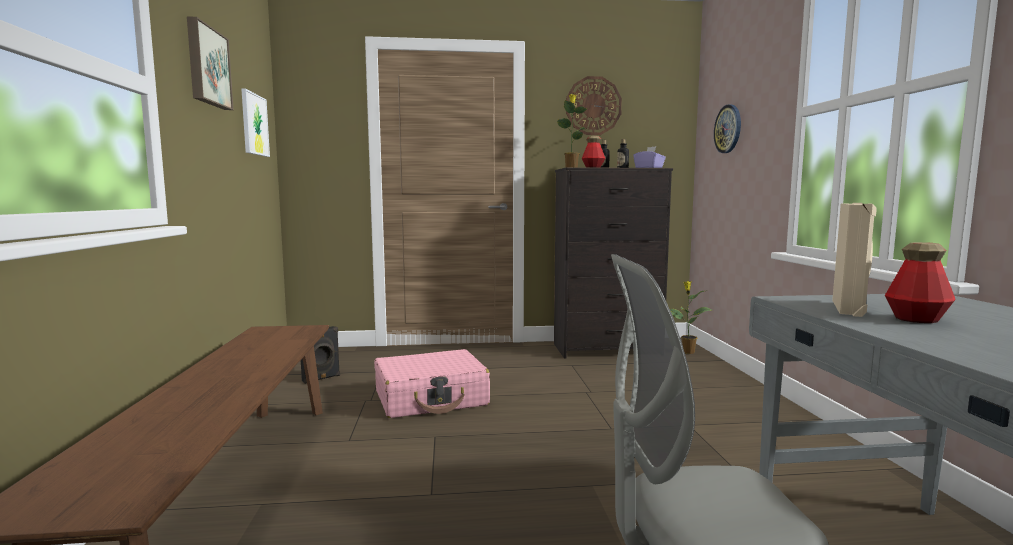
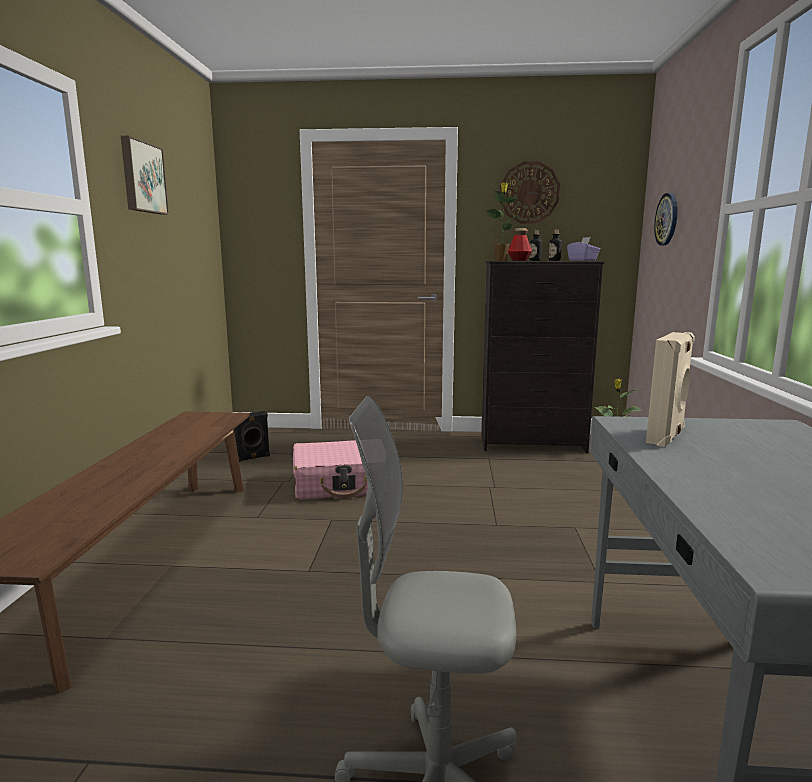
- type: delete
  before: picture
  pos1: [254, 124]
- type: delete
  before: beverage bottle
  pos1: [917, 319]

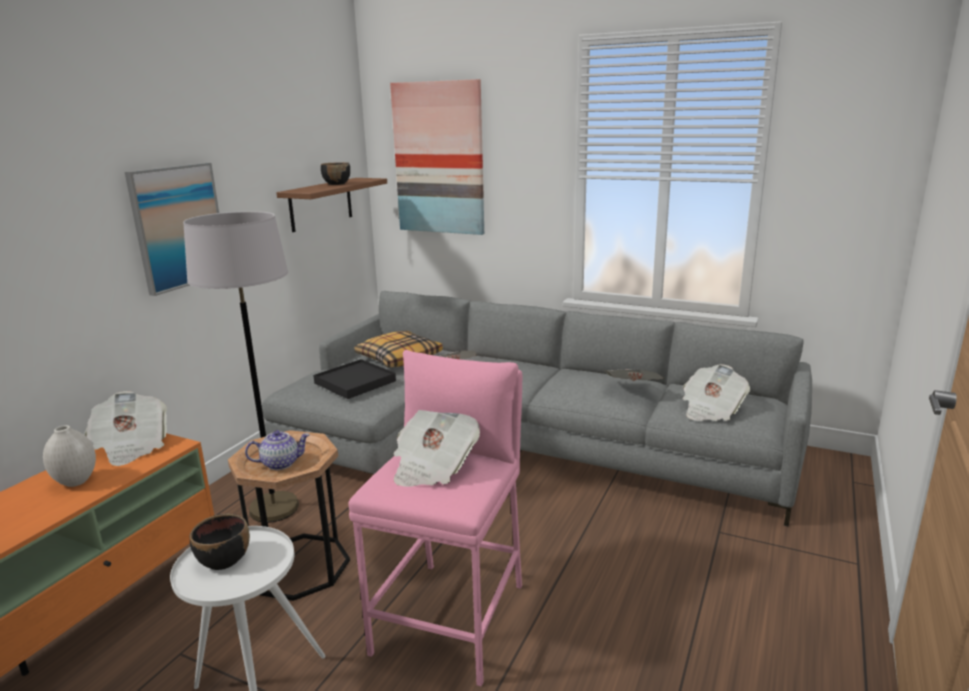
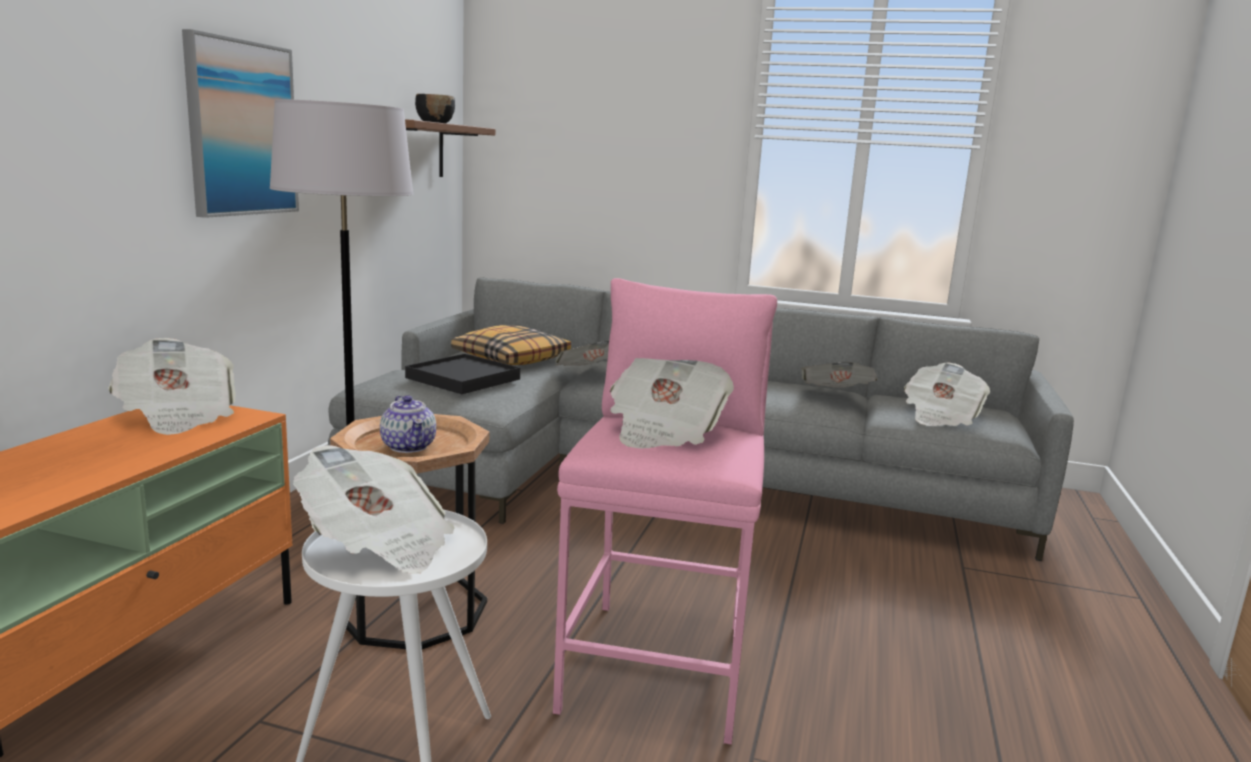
- type: delete
  before: decorative vase (whitish)
  pos1: [76, 482]
- type: delete
  before: picture
  pos1: [439, 158]
- type: replace
  before: deep dish (black-coloured)
  after: daily paper
  pos1: [224, 560]
  pos2: [378, 545]
- type: rotate
  before: teapot
  pos1: [281, 463]
  pos2: [409, 447]
  turn: 90

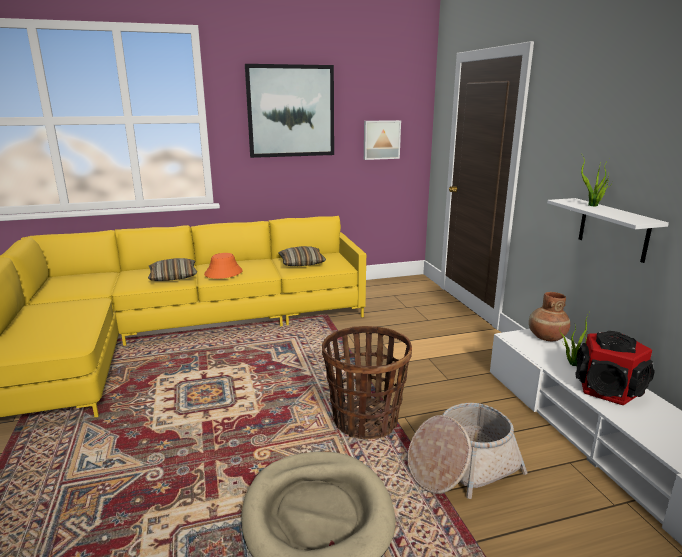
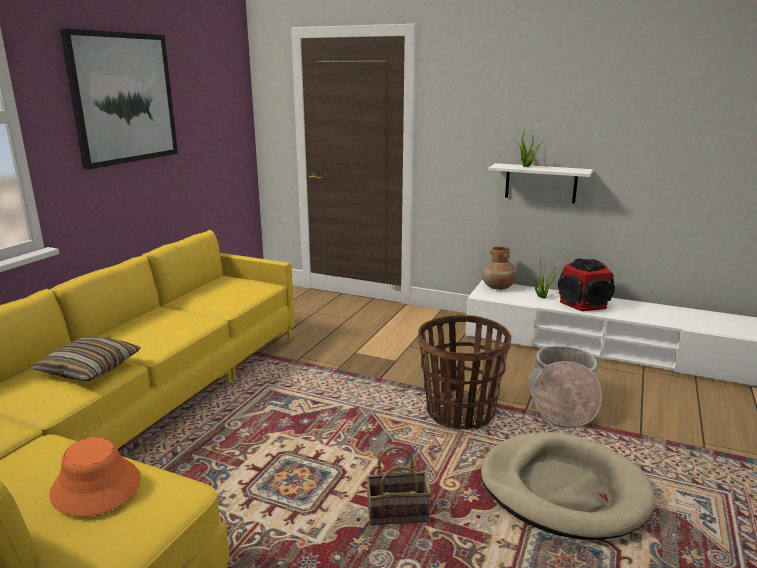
- type: delete
  before: cushion
  pos1: [301, 263]
- type: delete
  before: picture
  pos1: [381, 139]
- type: insert
  after: household basket
  pos2: [399, 512]
- type: move
  before: hat (orange-coloured)
  pos1: [223, 273]
  pos2: [95, 487]

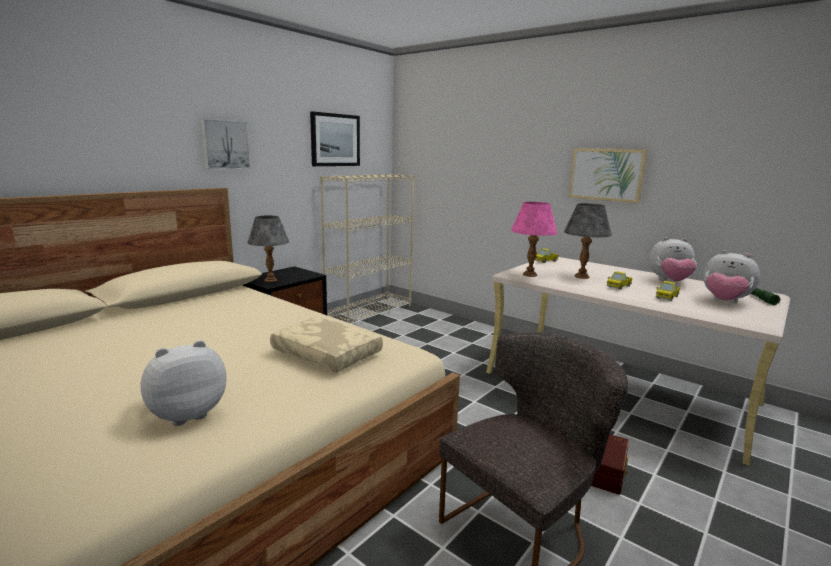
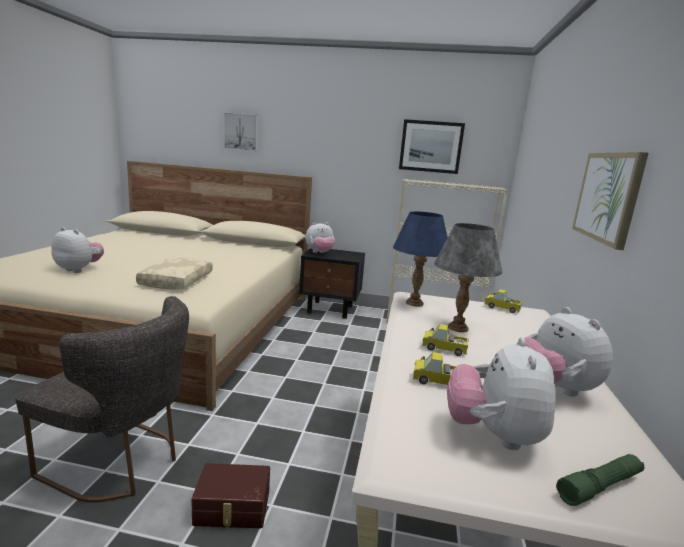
- type: move
  before: picture
  pos1: [225, 145]
  pos2: [241, 132]
- type: replace
  before: table lamp (grey)
  after: plush toy
  pos1: [270, 280]
  pos2: [319, 253]
- type: recolor
  before: table lamp (pinkish)
  after: table lamp (blue)
  pos1: [529, 274]
  pos2: [414, 303]

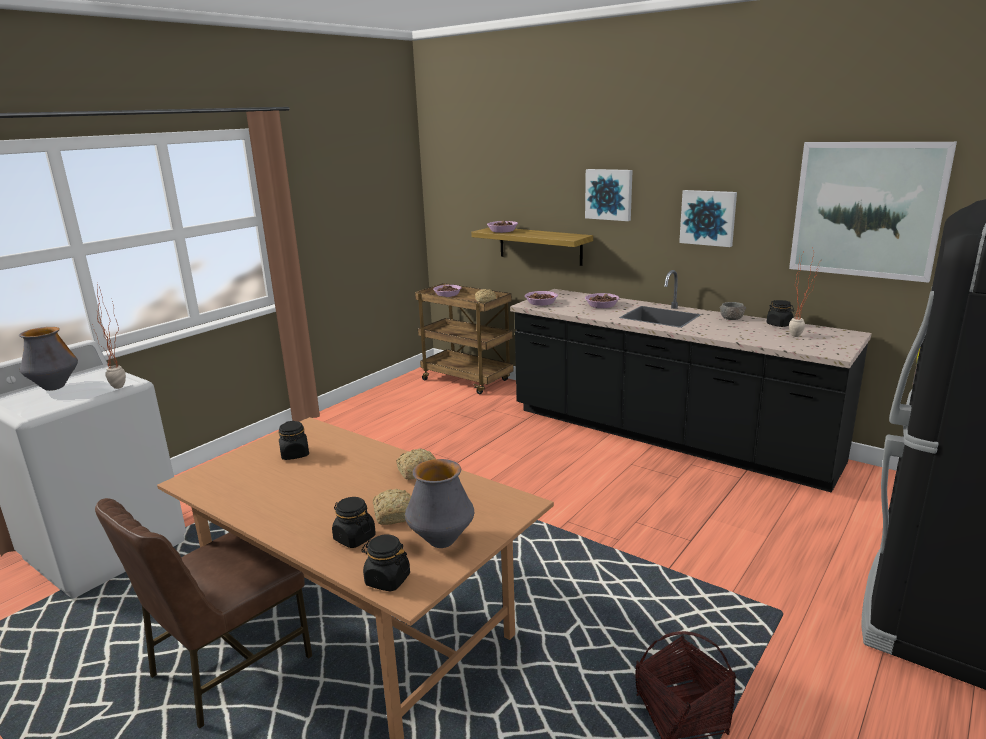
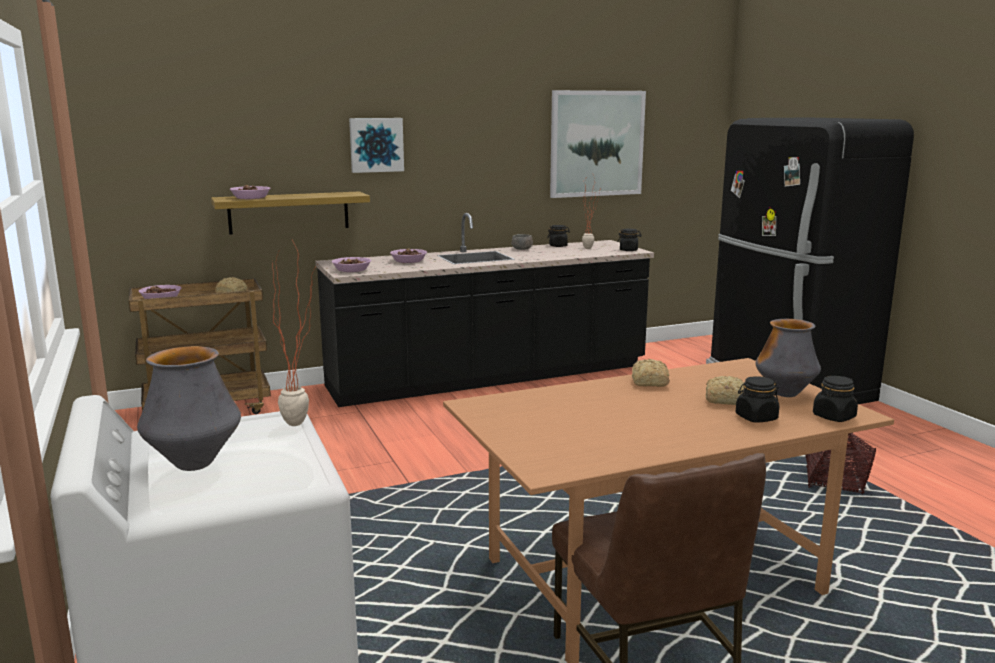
- type: delete
  before: picture
  pos1: [708, 217]
- type: move
  before: preserve jar (black-coloured)
  pos1: [295, 454]
  pos2: [629, 250]

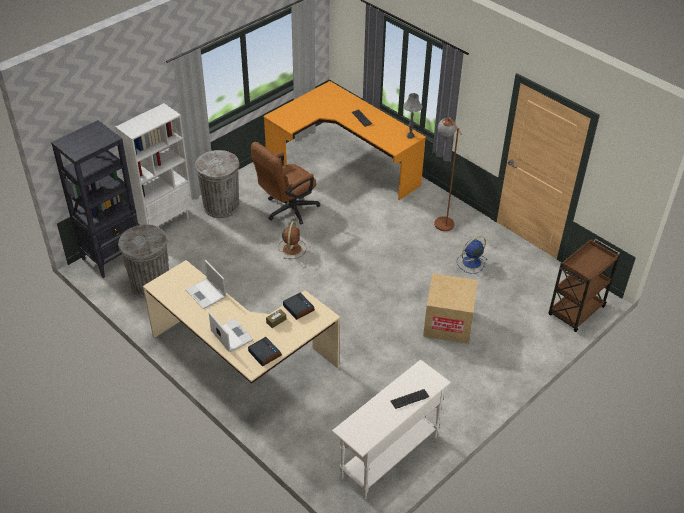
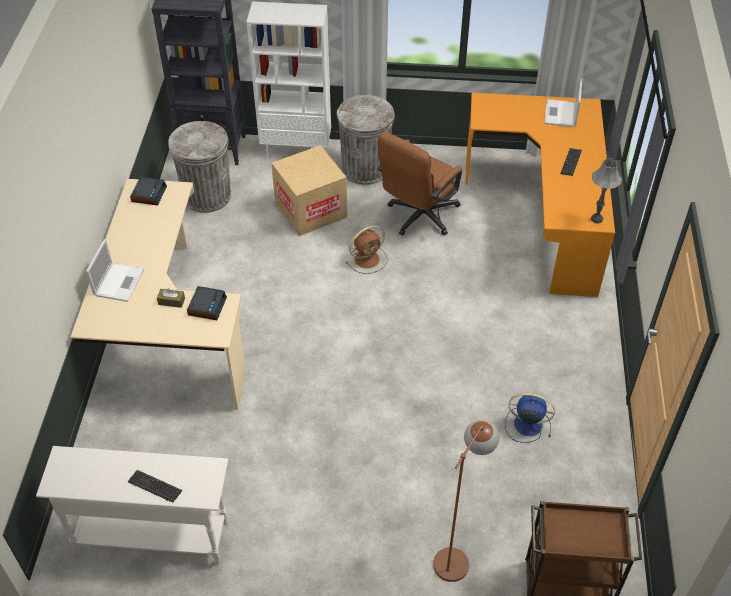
- type: move
  before: portable computer
  pos1: [206, 294]
  pos2: [561, 114]
- type: move
  before: table clock
  pos1: [264, 354]
  pos2: [149, 194]
- type: move
  before: packing box
  pos1: [448, 323]
  pos2: [310, 210]
- type: move
  before: standing lamp (brownish)
  pos1: [441, 220]
  pos2: [456, 554]
- type: rotate
  before: office chair (brownish)
  pos1: [287, 210]
  pos2: [418, 218]
  turn: -60

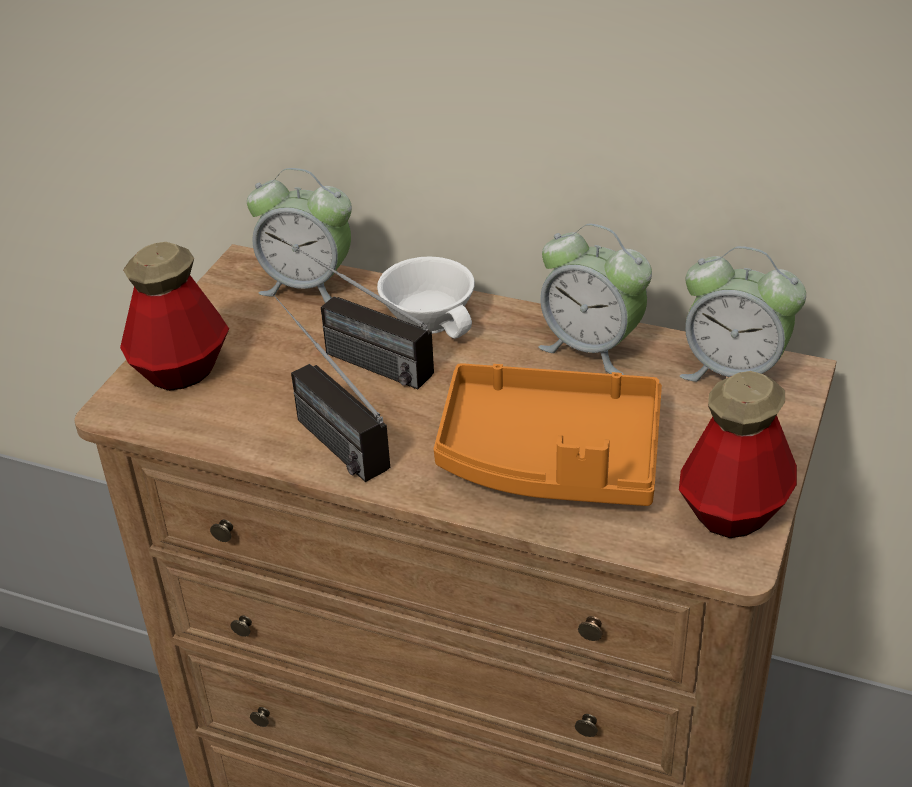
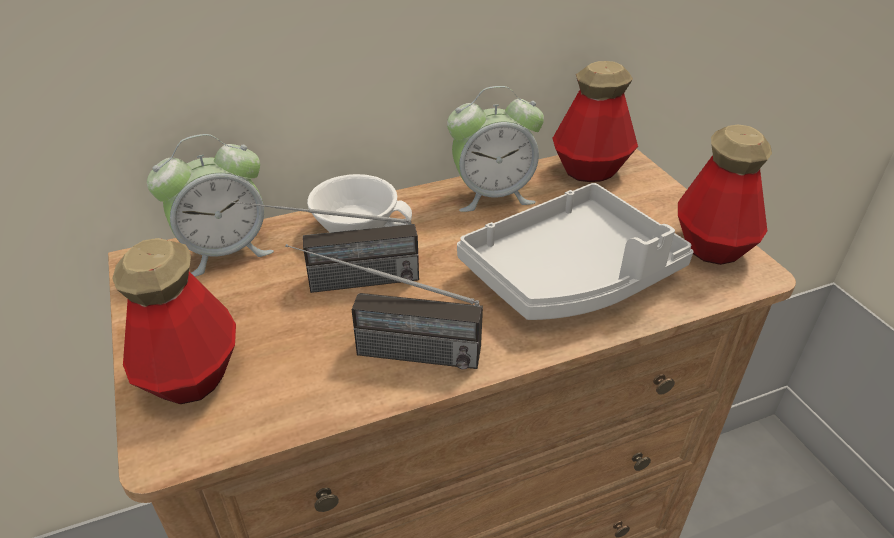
- type: replace
  before: table clock
  after: beverage bottle
  pos1: [734, 372]
  pos2: [590, 170]
- type: recolor
  before: serving tray (orange-coloured)
  after: serving tray (grey)
  pos1: [550, 458]
  pos2: [571, 275]

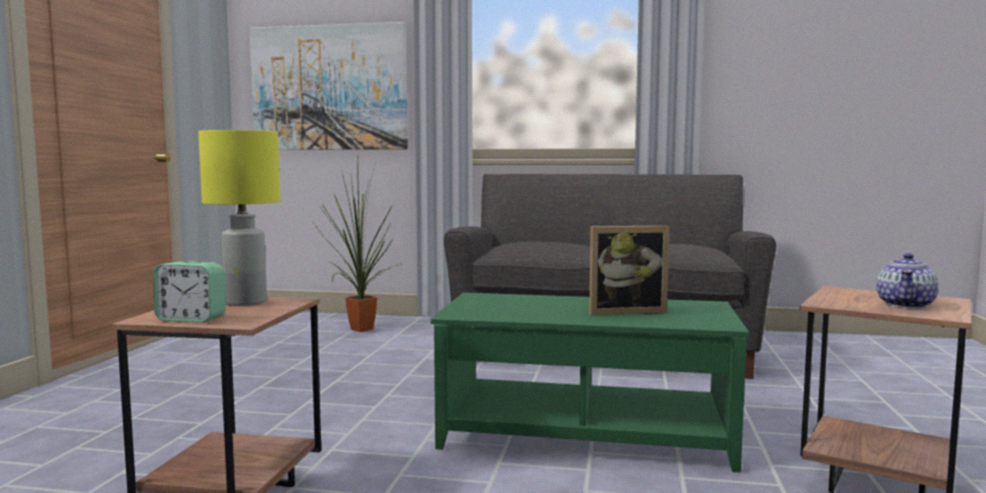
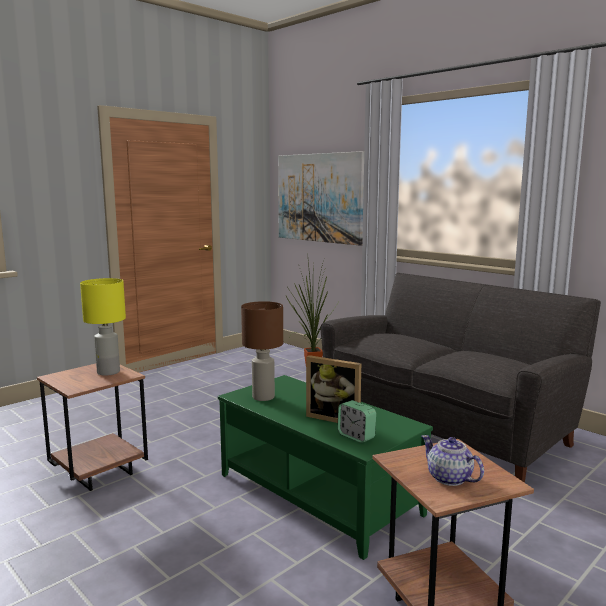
- type: insert
  after: table lamp (brownish)
  pos2: [263, 397]
- type: move
  before: table clock
  pos1: [191, 319]
  pos2: [356, 436]
- type: rotate
  before: teapot
  pos1: [906, 305]
  pos2: [449, 478]
  turn: 75

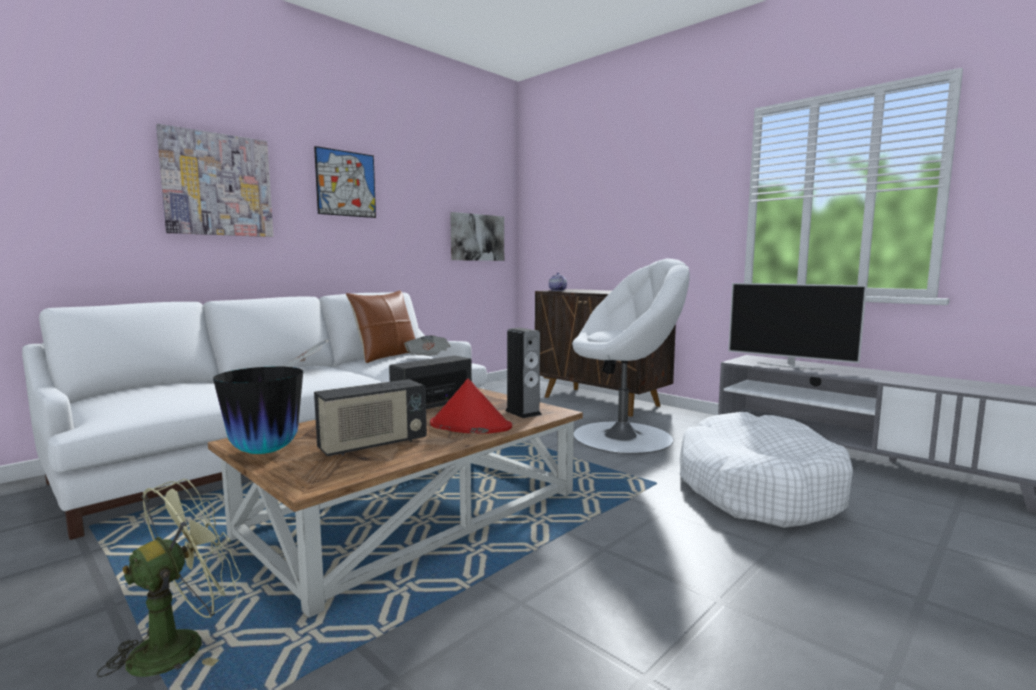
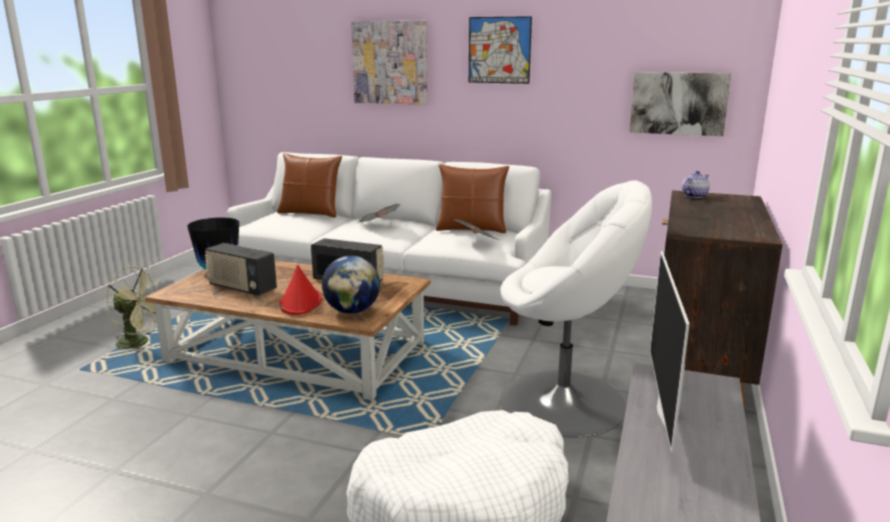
- type: insert
  after: cushion (brownish)
  pos2: [310, 213]
- type: replace
  before: speaker
  after: globe
  pos1: [523, 412]
  pos2: [352, 311]
- type: rotate
  before: lounge chair (whitish)
  pos1: [624, 436]
  pos2: [565, 402]
  turn: -45

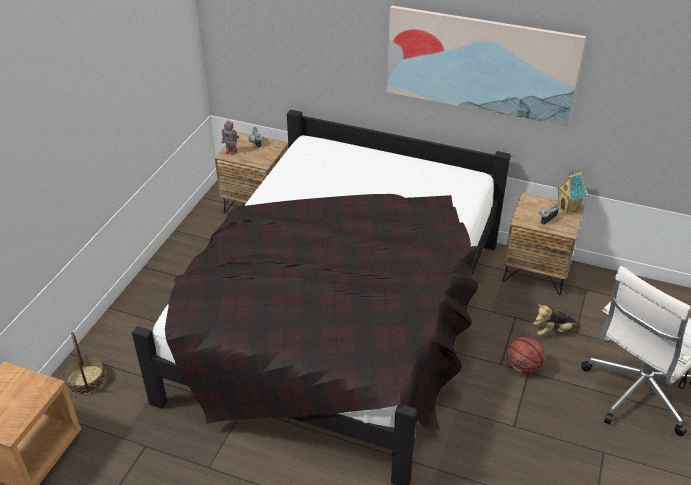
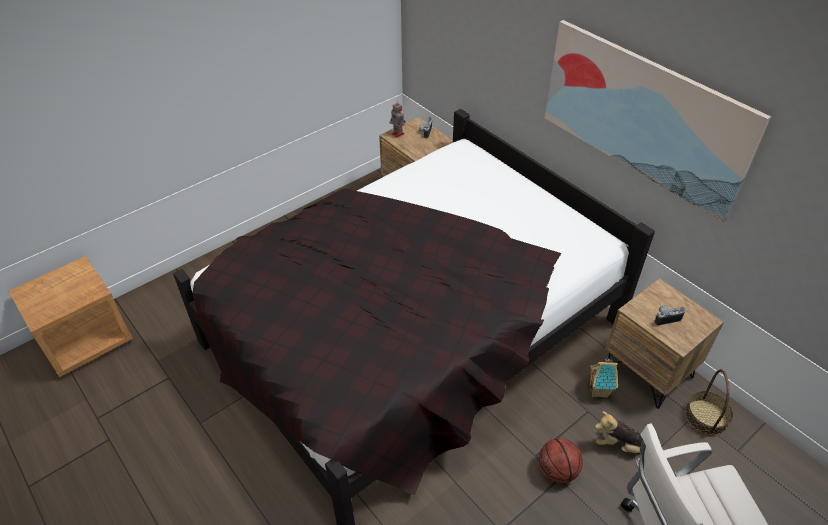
- type: move
  before: household basket
  pos1: [86, 379]
  pos2: [706, 417]
- type: move
  before: model house
  pos1: [568, 207]
  pos2: [599, 391]

